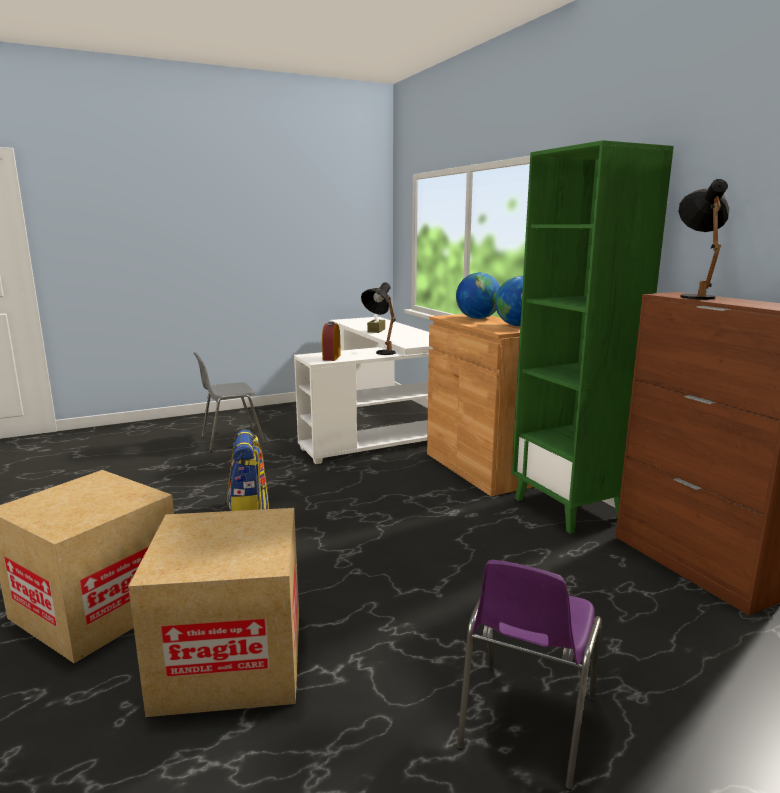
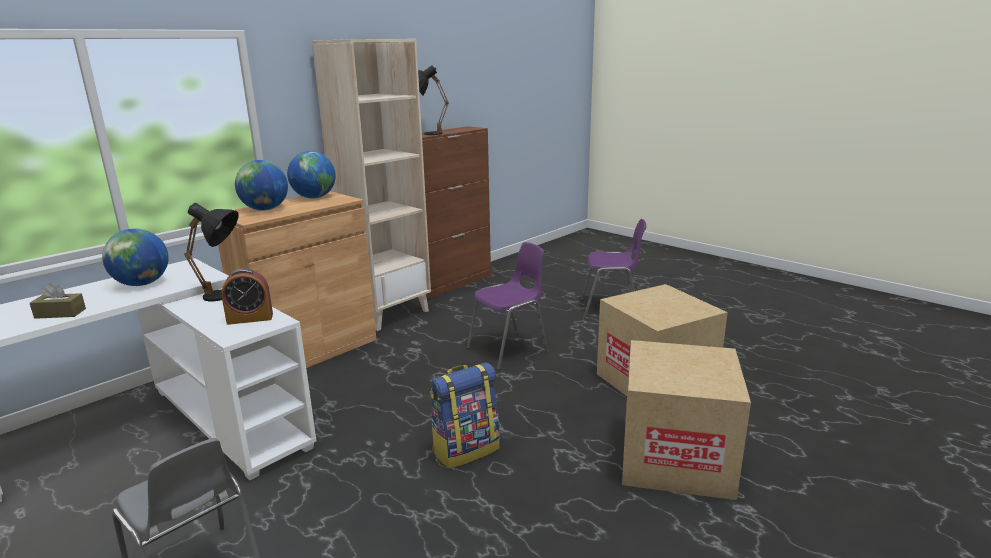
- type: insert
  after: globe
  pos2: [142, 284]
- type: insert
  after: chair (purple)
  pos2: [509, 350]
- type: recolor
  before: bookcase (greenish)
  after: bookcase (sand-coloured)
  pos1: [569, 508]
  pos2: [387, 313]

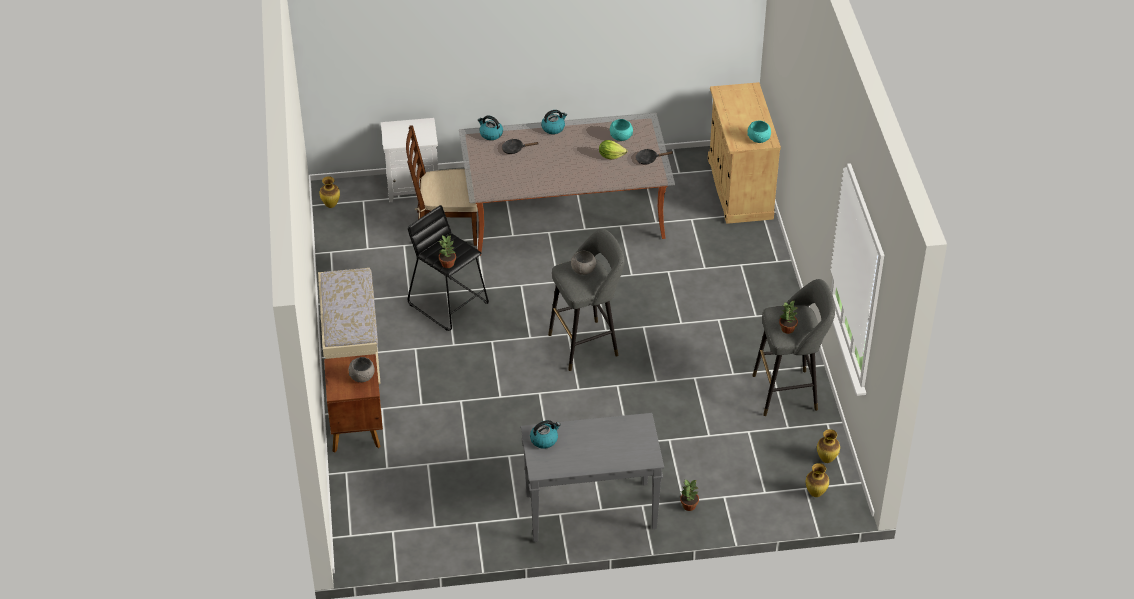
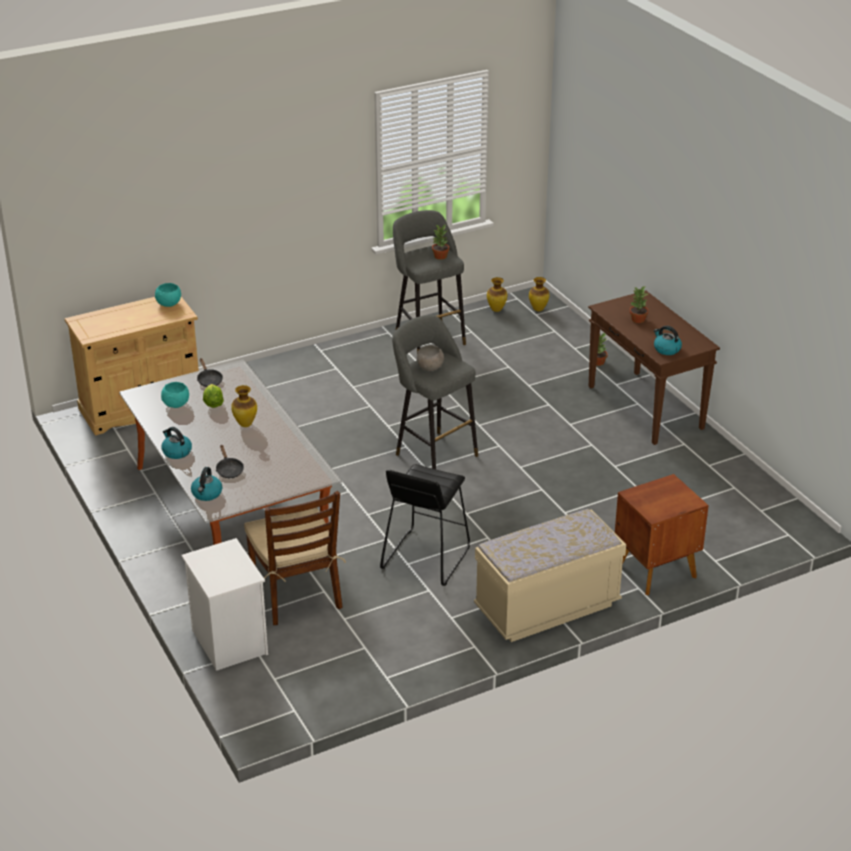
- type: delete
  before: deep dish (grey)
  pos1: [362, 377]
- type: move
  before: decorative vase
  pos1: [331, 205]
  pos2: [245, 424]
- type: move
  before: plant in a pot
  pos1: [447, 263]
  pos2: [637, 319]
- type: recolor
  before: hall table (grey)
  after: hall table (brownish)
  pos1: [589, 512]
  pos2: [646, 408]

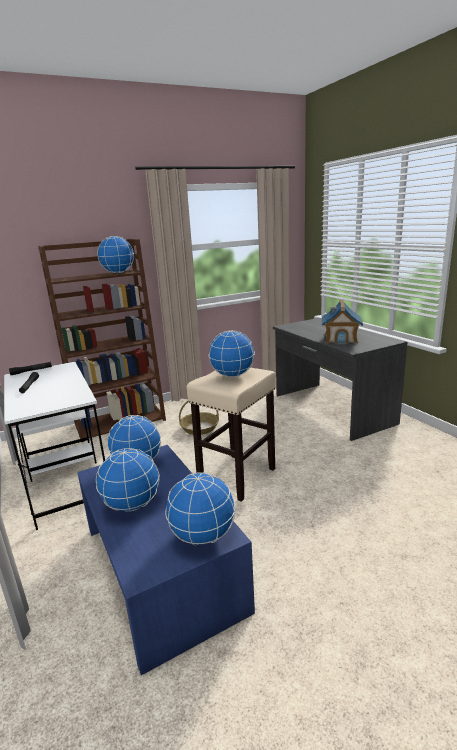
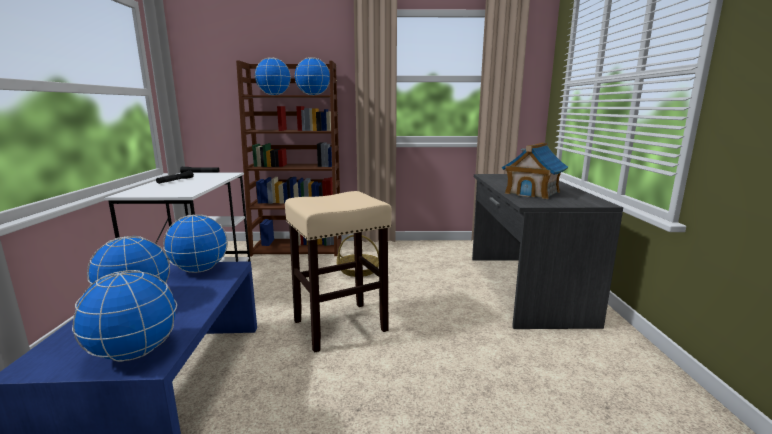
- type: move
  before: globe
  pos1: [233, 375]
  pos2: [274, 95]

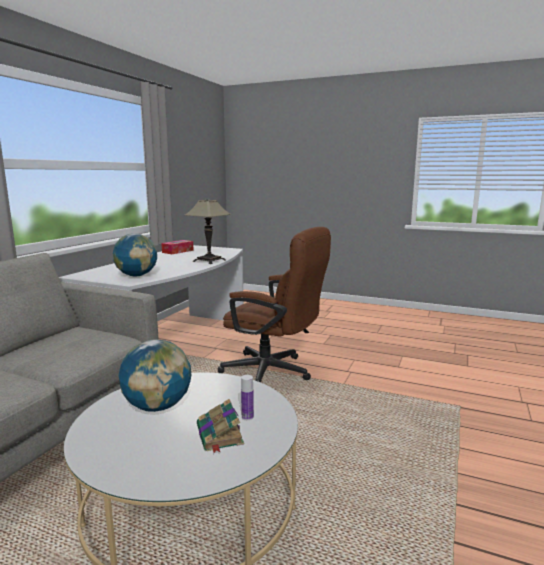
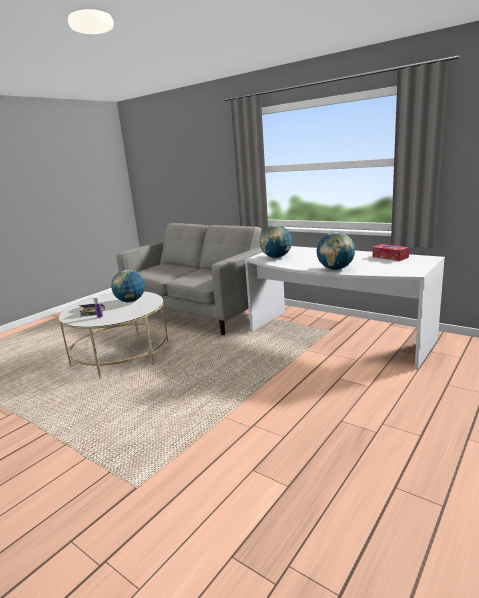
- type: delete
  before: office chair (brownish)
  pos1: [274, 372]
- type: replace
  before: table lamp
  after: globe
  pos1: [209, 260]
  pos2: [335, 269]

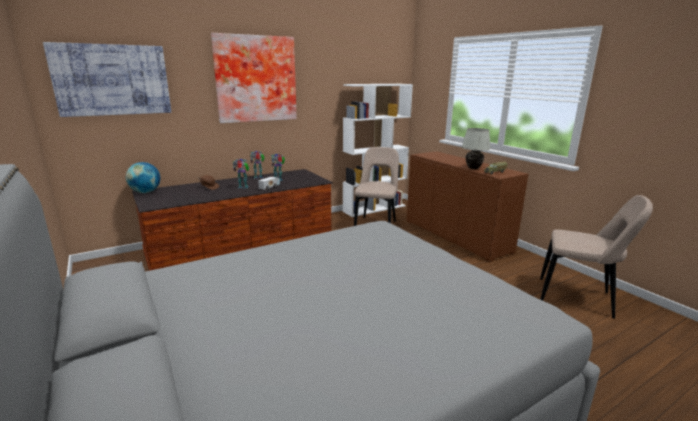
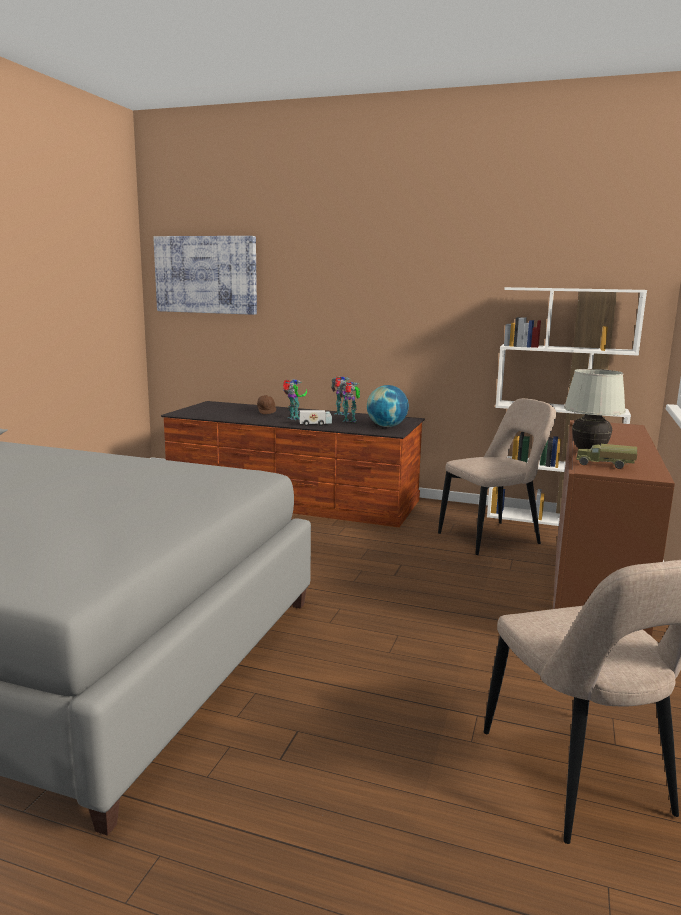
- type: delete
  before: picture
  pos1: [255, 79]
- type: move
  before: globe
  pos1: [145, 192]
  pos2: [386, 426]

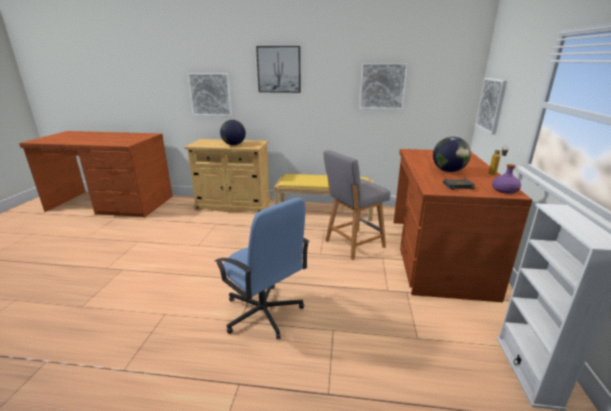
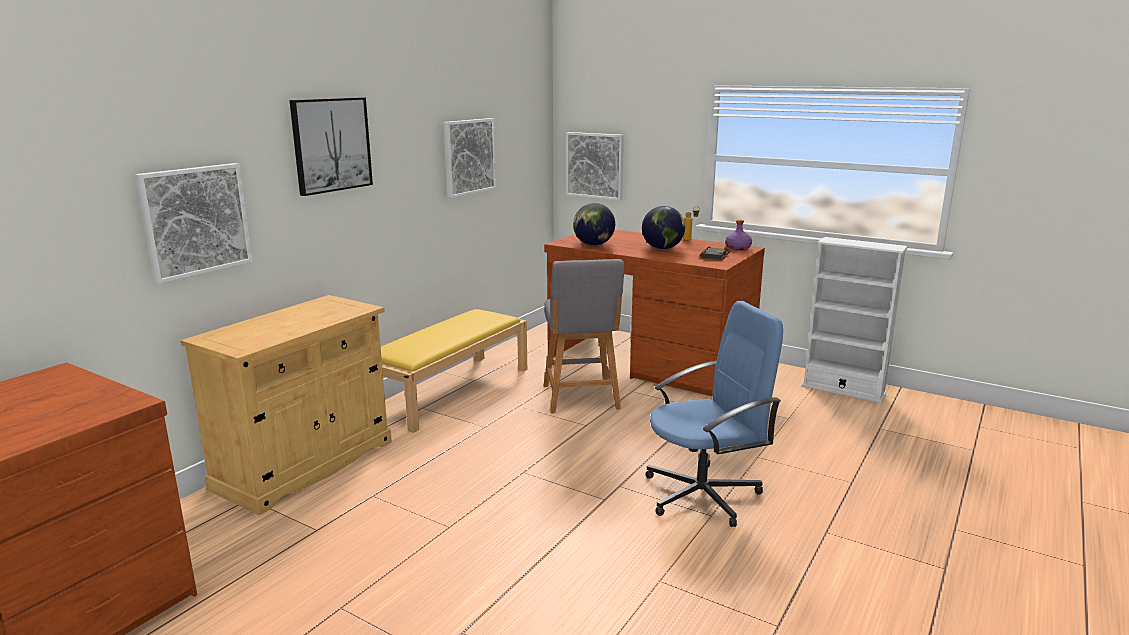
- type: move
  before: globe
  pos1: [233, 144]
  pos2: [593, 245]

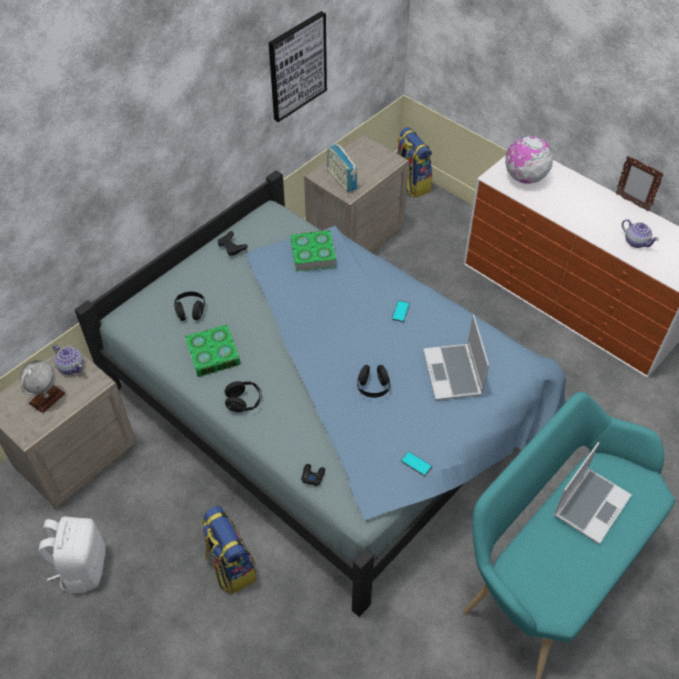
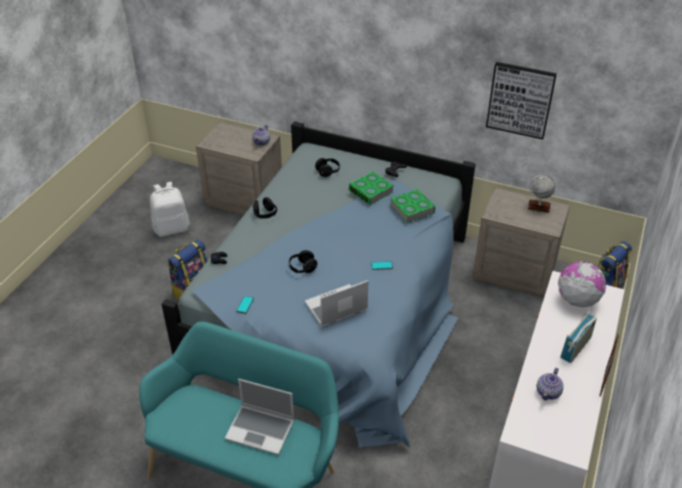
- type: move
  before: globe
  pos1: [47, 398]
  pos2: [539, 206]
- type: move
  before: bound book
  pos1: [213, 354]
  pos2: [371, 191]
- type: move
  before: radio receiver
  pos1: [341, 179]
  pos2: [575, 348]

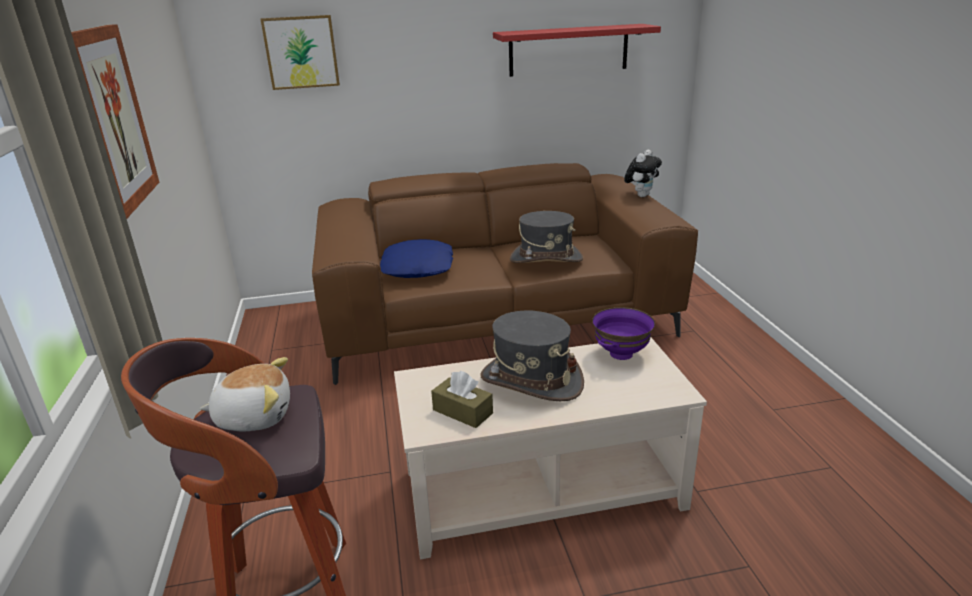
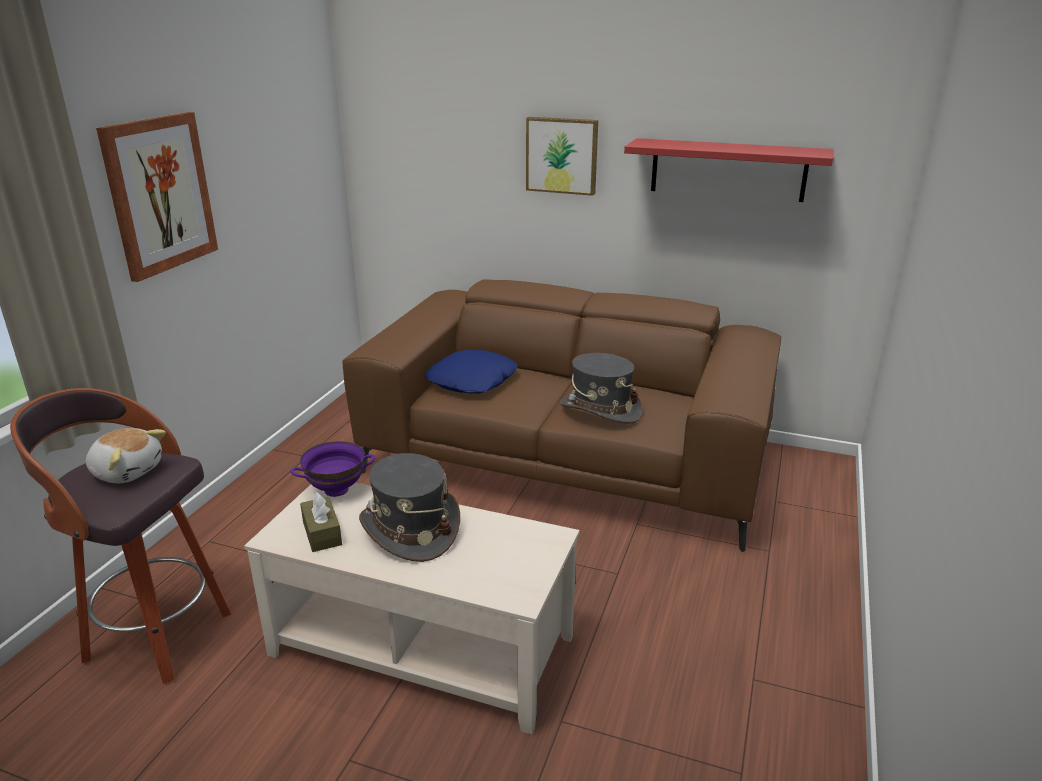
- type: delete
  before: plush toy
  pos1: [641, 195]
- type: move
  before: picture
  pos1: [301, 52]
  pos2: [562, 155]
- type: move
  before: deep dish (purple)
  pos1: [621, 354]
  pos2: [336, 490]

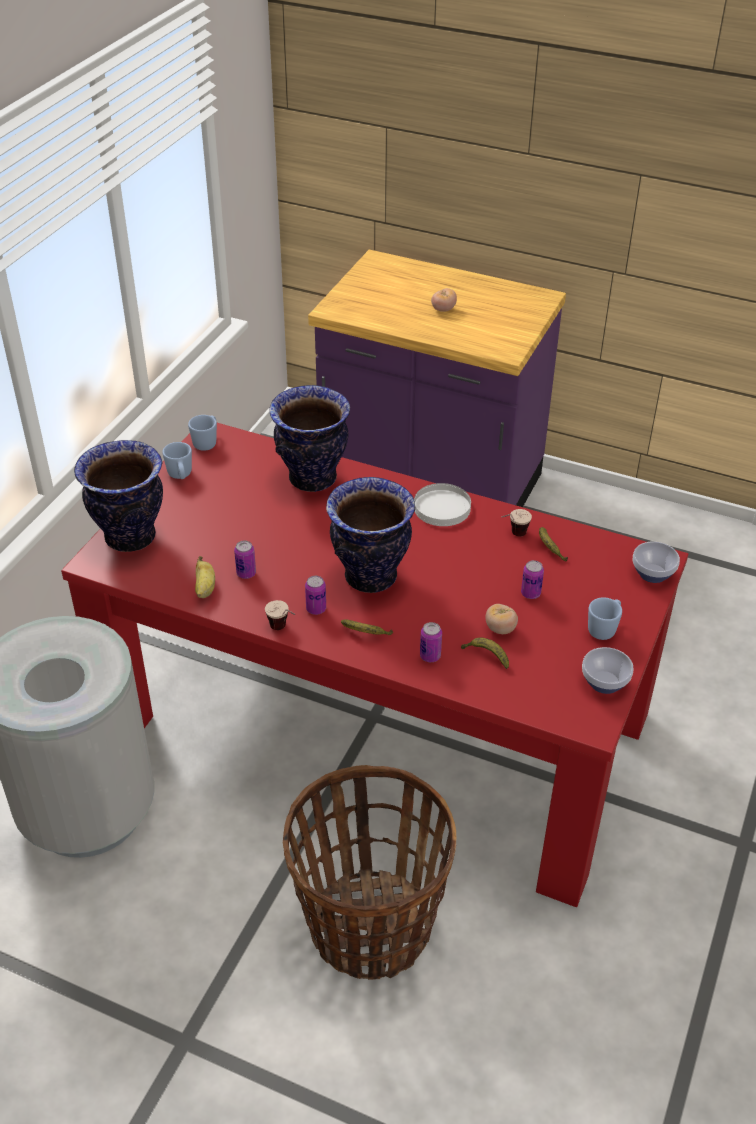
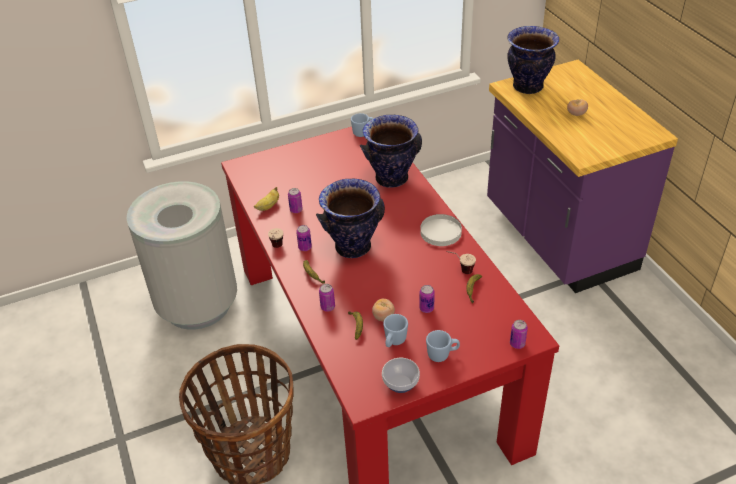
- type: move
  before: decorative vase
  pos1: [129, 537]
  pos2: [527, 87]
- type: move
  before: mug (blue)
  pos1: [180, 476]
  pos2: [394, 342]
- type: replace
  before: deep dish
  after: sealed can
  pos1: [654, 574]
  pos2: [517, 344]

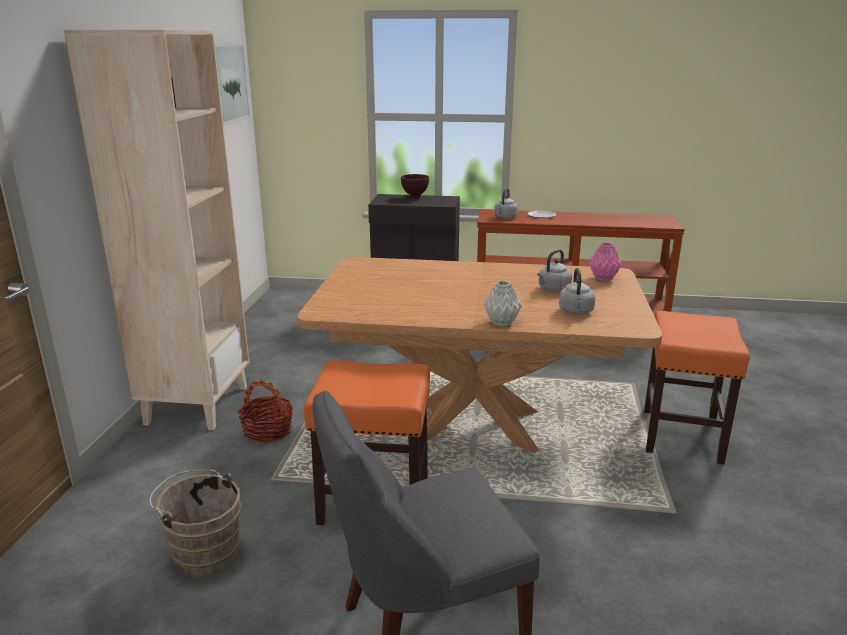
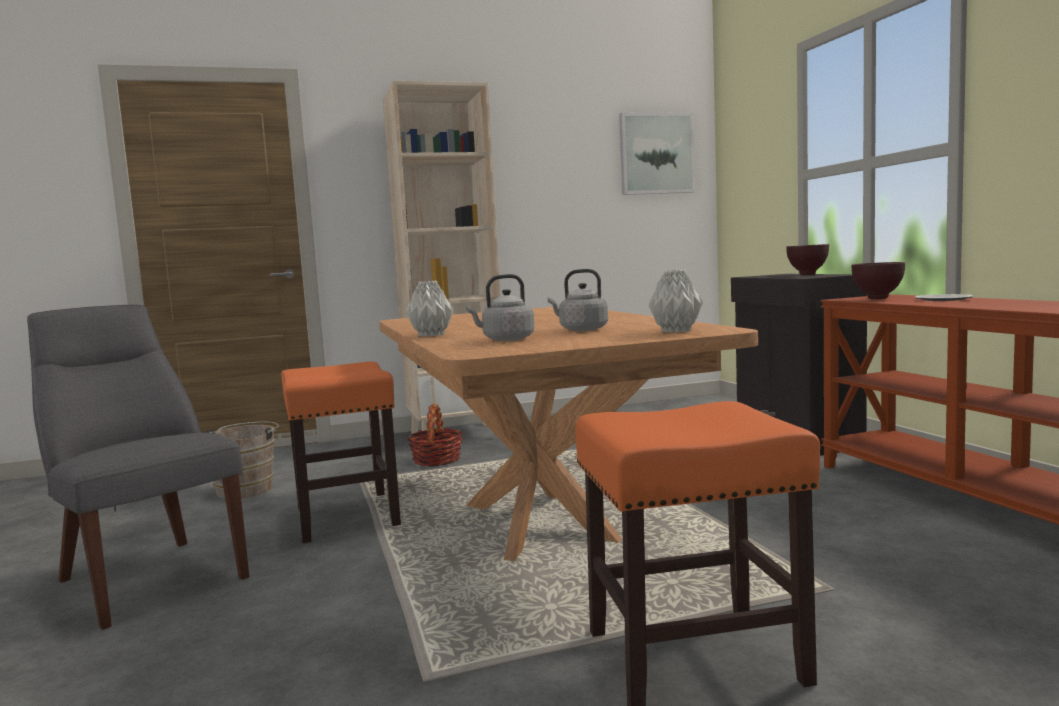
- type: replace
  before: water kettle (grey)
  after: deep dish (brownish)
  pos1: [505, 217]
  pos2: [877, 298]
- type: recolor
  before: decorative vase (pinkish)
  after: decorative vase (grey)
  pos1: [604, 278]
  pos2: [677, 331]

